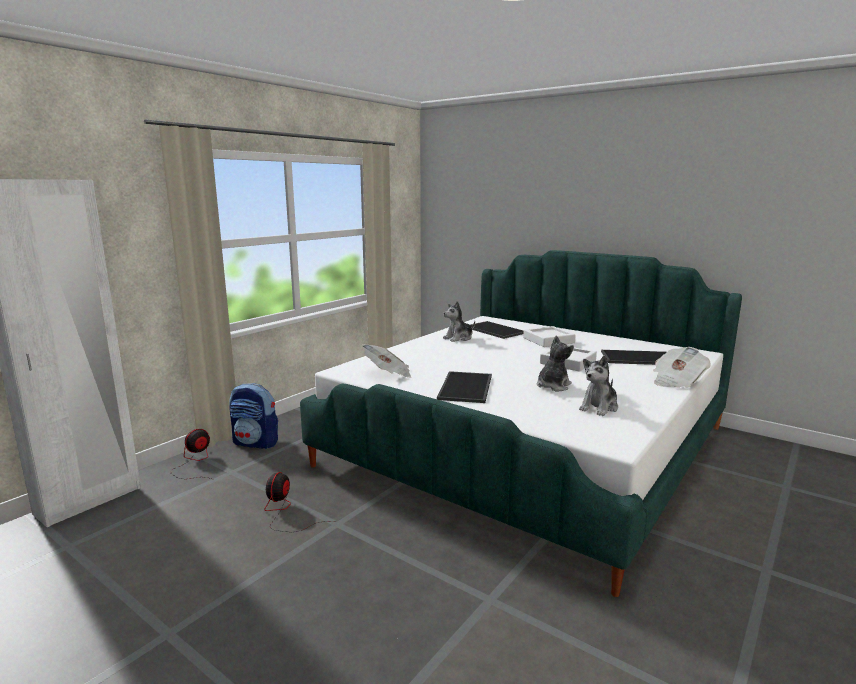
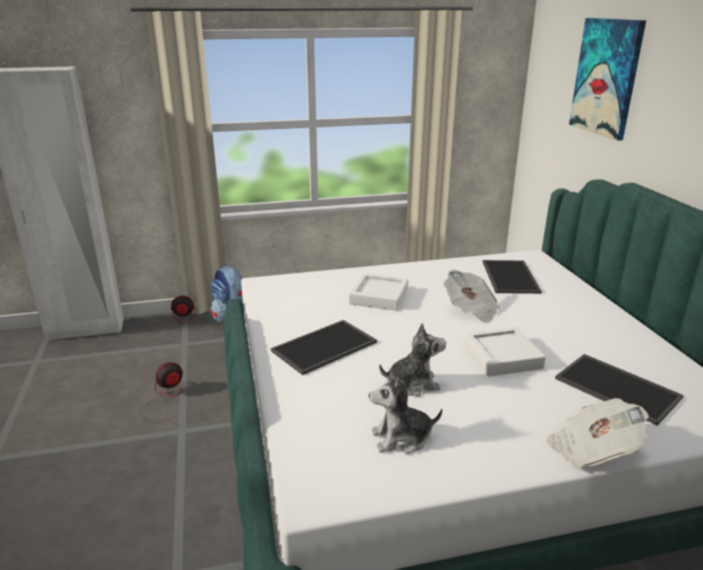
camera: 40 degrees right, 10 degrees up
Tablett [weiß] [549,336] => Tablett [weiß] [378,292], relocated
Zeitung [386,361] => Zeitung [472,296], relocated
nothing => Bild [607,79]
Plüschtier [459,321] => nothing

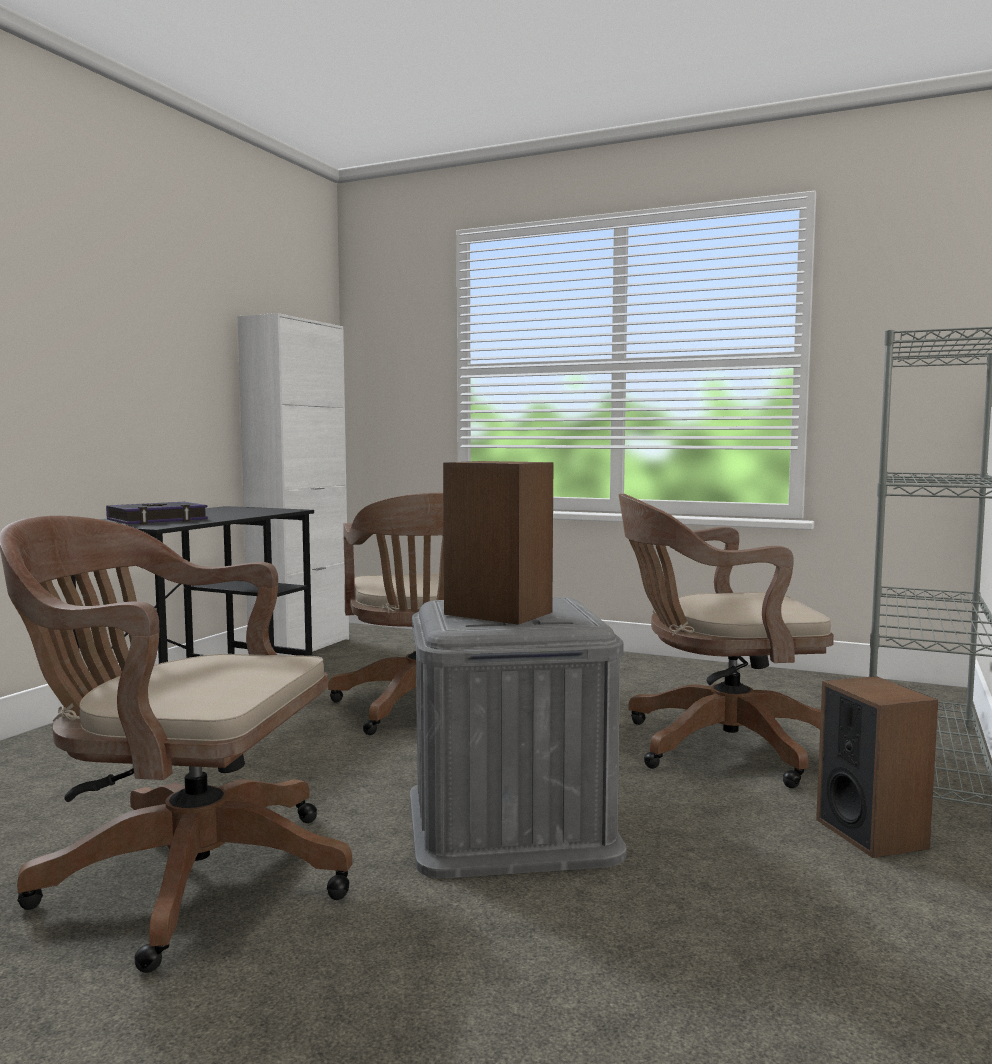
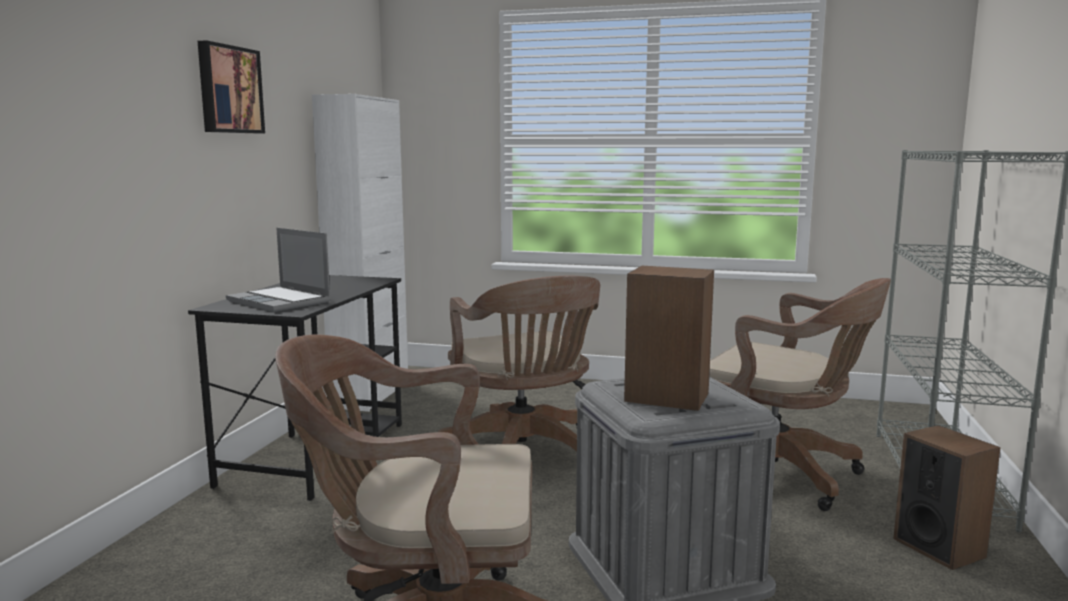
camera: 10 degrees left, 5 degrees up
nothing => Bild [231,86]
Buch [157,513] => Laptop [278,270]
Bürostuhl [braun] [726,641] => Bürostuhl [braun] [800,394], 135 degrees counterclockwise

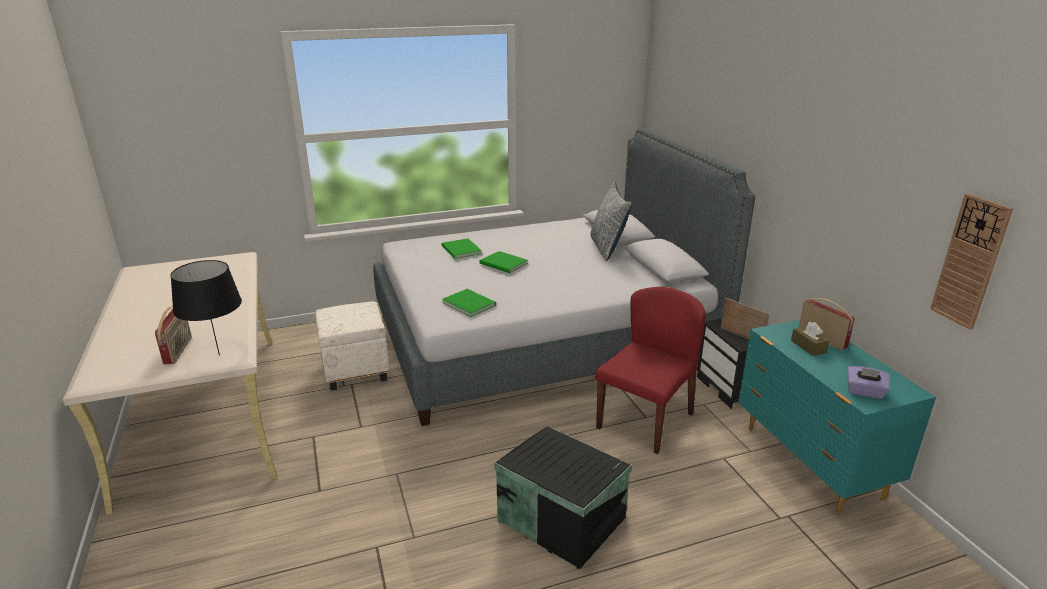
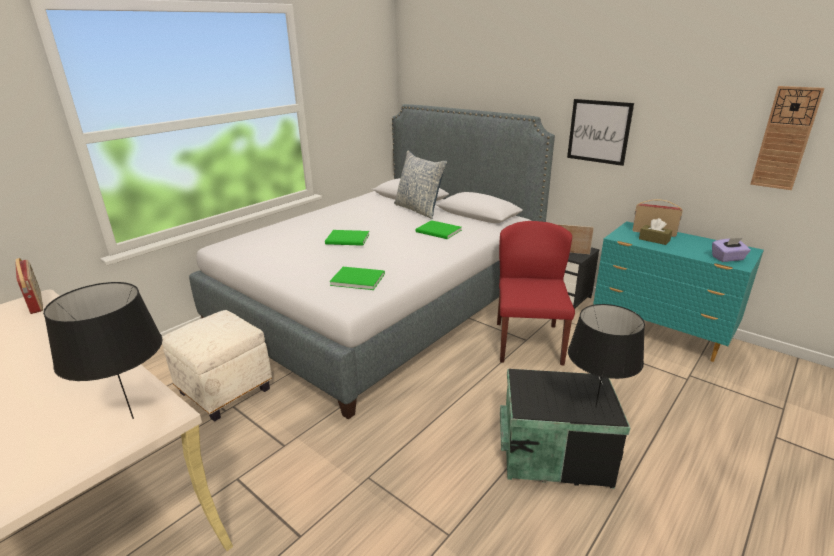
camera: 30 degrees left, 0 degrees up
Radio [173,335] => Radio [29,286], relocated
Buch [grün] [462,248] => Buch [grün] [439,229], relocated
nothing => Bild [600,132]
nothing => Tischlampe [schwarz] [606,356]

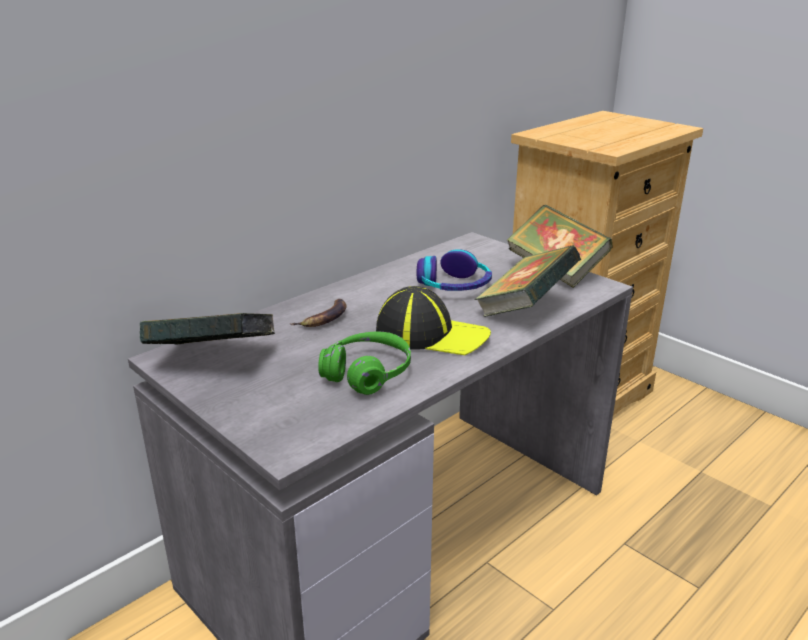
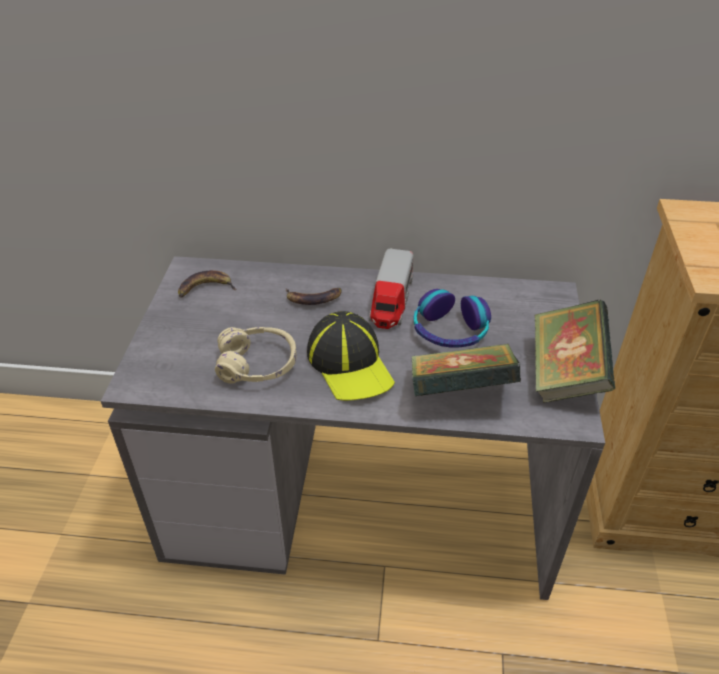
camera: 50 degrees right, 15 degrees up
Buch [207,329] => Banane [207,283]
Kopfhörer [grün] [364,363] => Kopfhörer [beige] [256,355]
nothing => Spielzeuglaster [391,289]

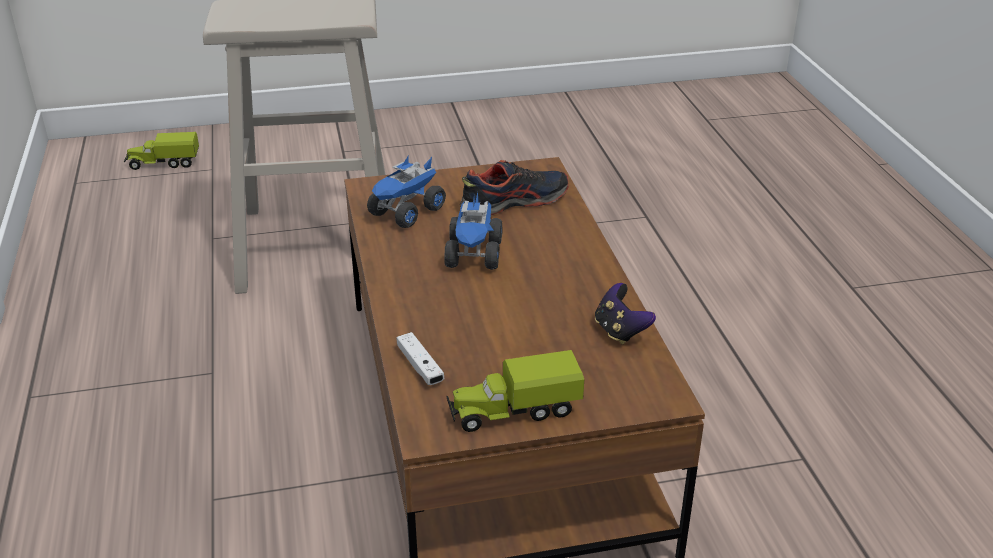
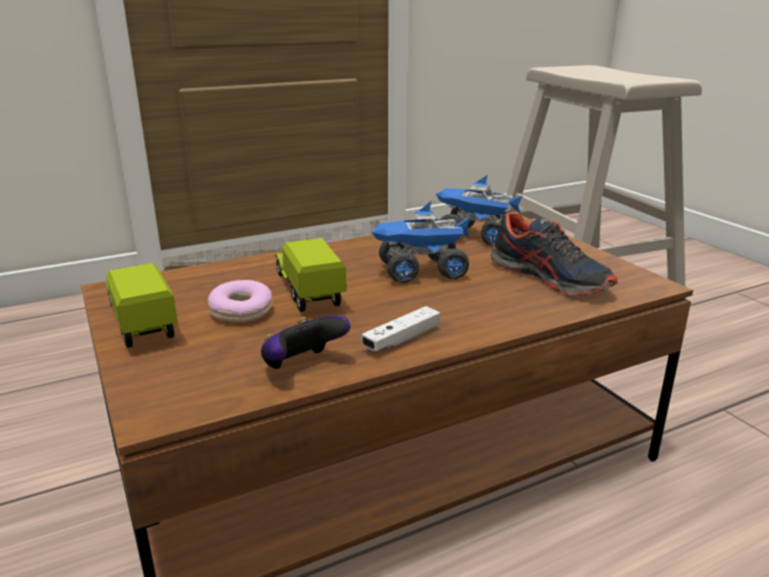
camera: 75 degrees right, 10 degrees down
nothing => Donut [240,301]
Spielzeuglaster [161,151] => Spielzeuglaster [311,275], relocated
Gamepad [weiß] [421,358] => Gamepad [weiß] [401,328], relocated

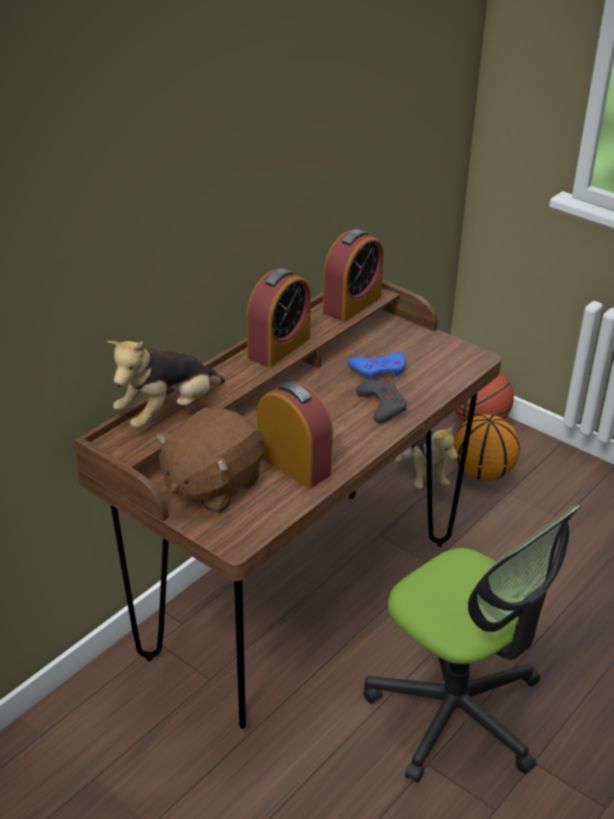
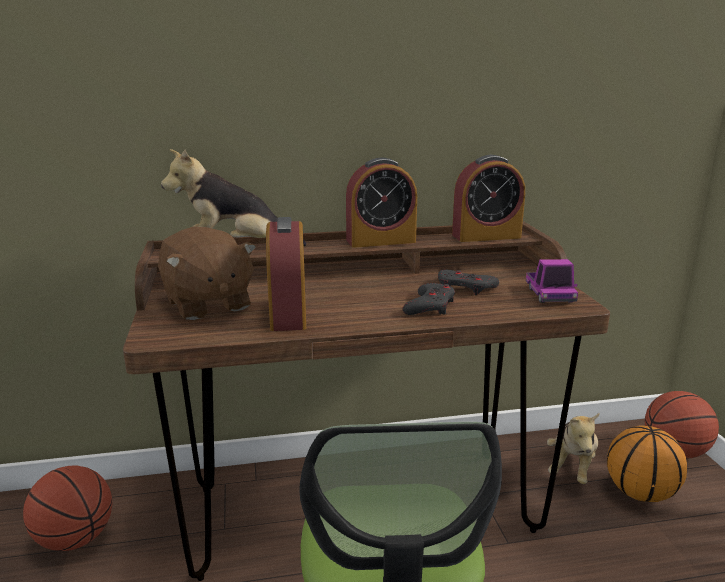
camera: 40 degrees right, 15 degrees down
nothing => Basketball [67,508]
Plüschtier [braun] [210,460] => Plüschtier [braun] [207,273], 105 degrees counterclockwise
Gamepad [blau] [377,366] => Gamepad [grau] [468,282]
nothing => Spielzeuglaster [552,281]

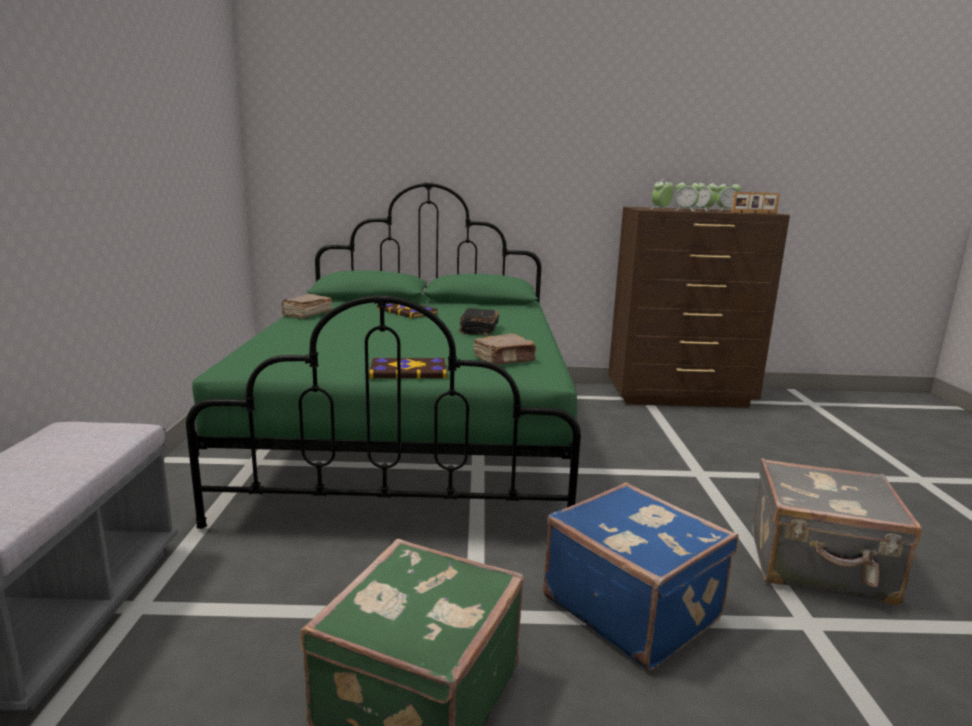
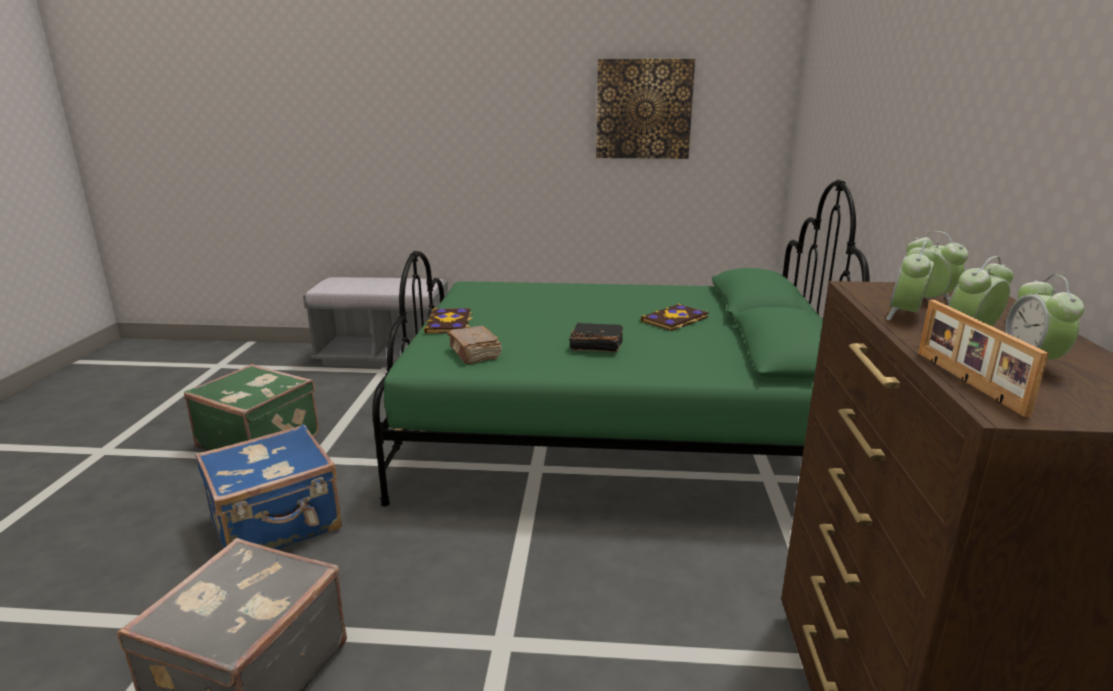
camera: 95 degrees right, 5 degrees up
nothing => Bild [645,109]
Buch [braun] [307,306] => nothing

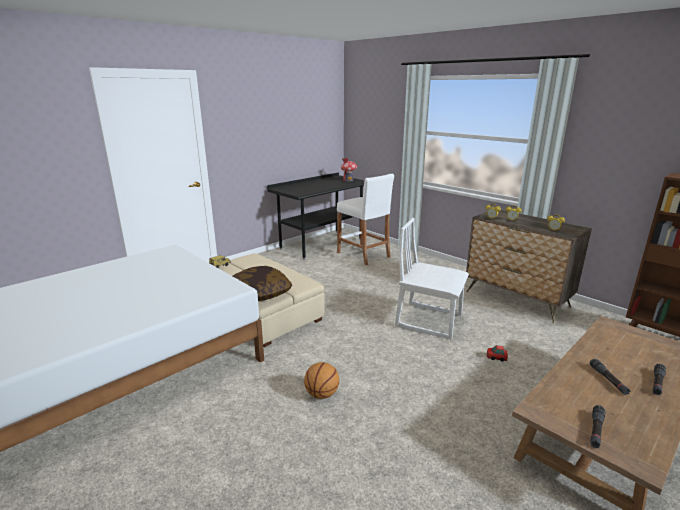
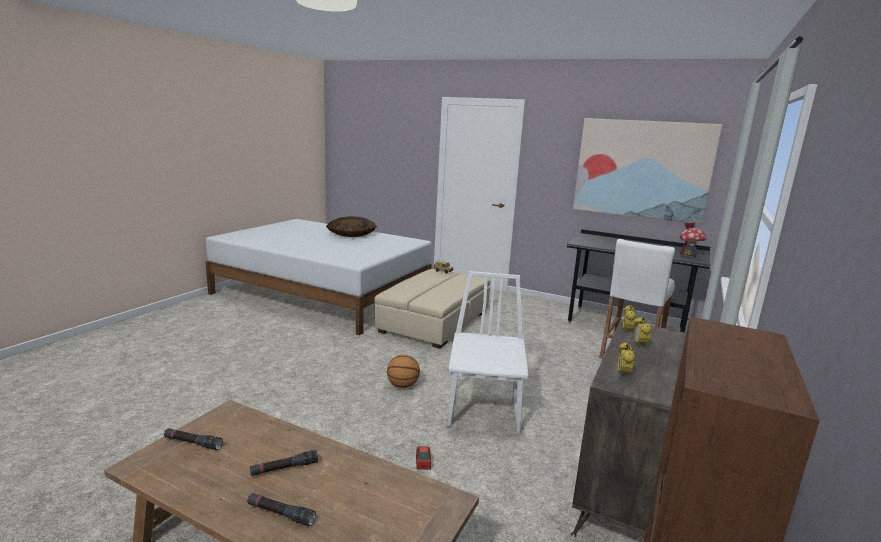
camera: 70 degrees right, 5 degrees down
Kissen [262,283] => Kissen [351,226], relocated
Basketball [321,380] => Basketball [403,371], relocated
nothing => Bild [647,171]

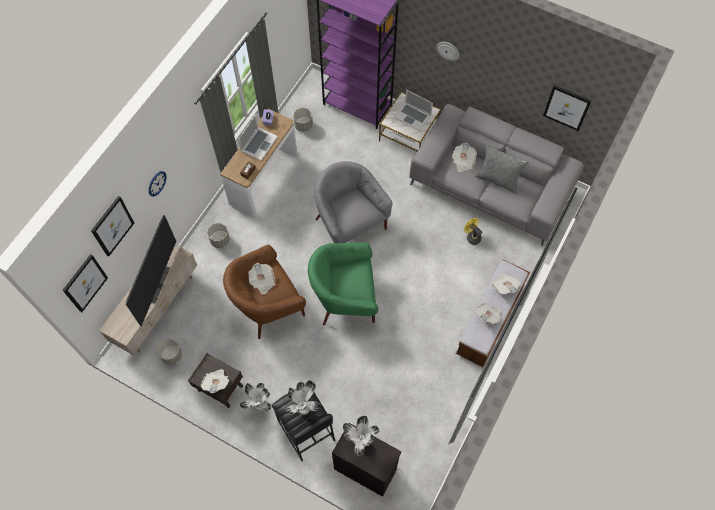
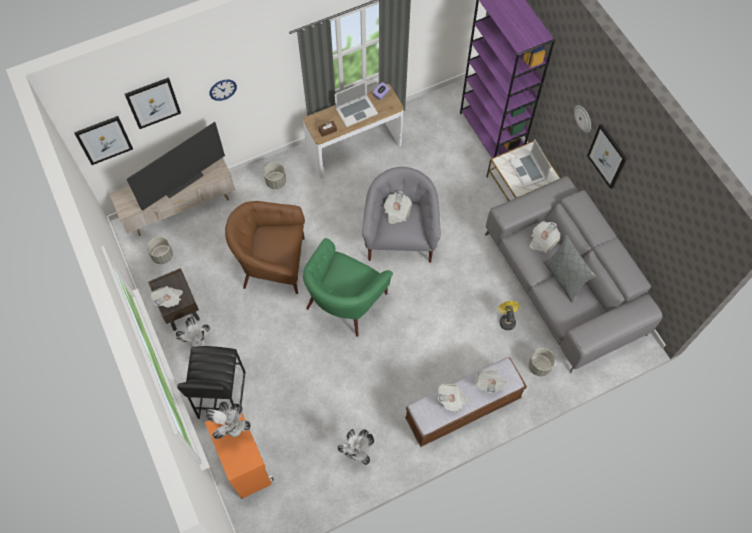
camera: 35 degrees right, 0 degrees up
Schrank [schwarz] [366,460] => Schrank [orange] [239,456]
Sessel [grün] [343,283] => Sessel [grün] [348,287], 90 degrees counterclockwise
Topfpflanze [303,398] => Topfpflanze [356,447], relocated
Zeitung [262,279] => Zeitung [398,207], relocated
Pflanzkübel [grau] [303,120] => Pflanzkübel [grau] [541,362], relocated
Bild [567,108] => Bild [607,156], relocated

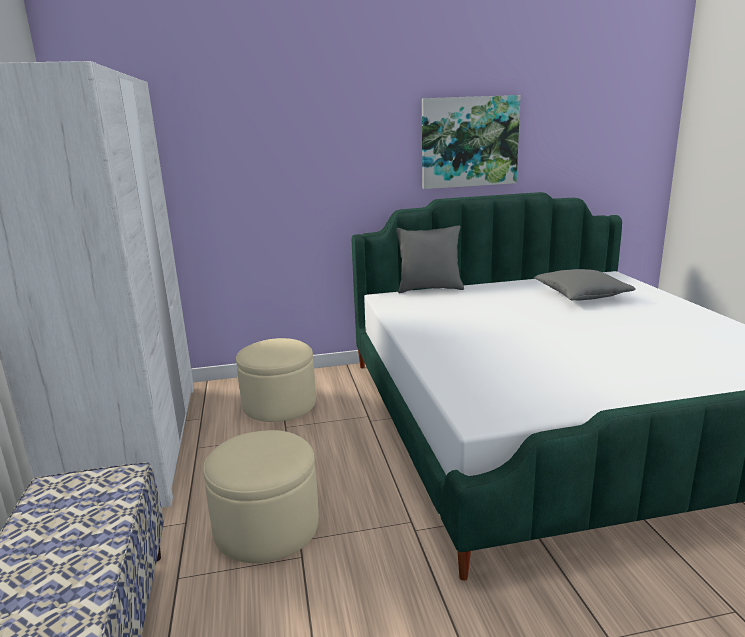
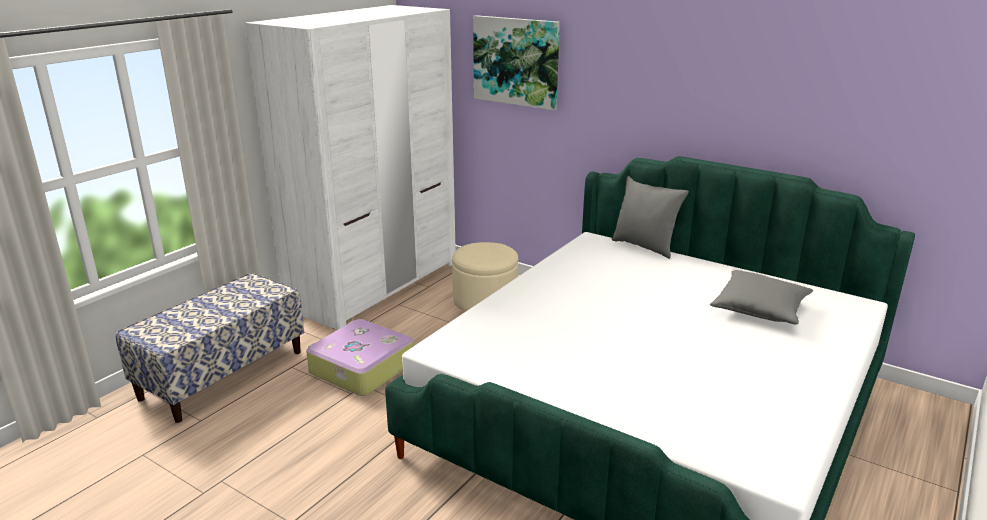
camera: 45 degrees right, 5 degrees up
Polsterhocker [beige] [261,496] => Koffer [360,357]
Bild [471,142] => Bild [516,62], relocated

